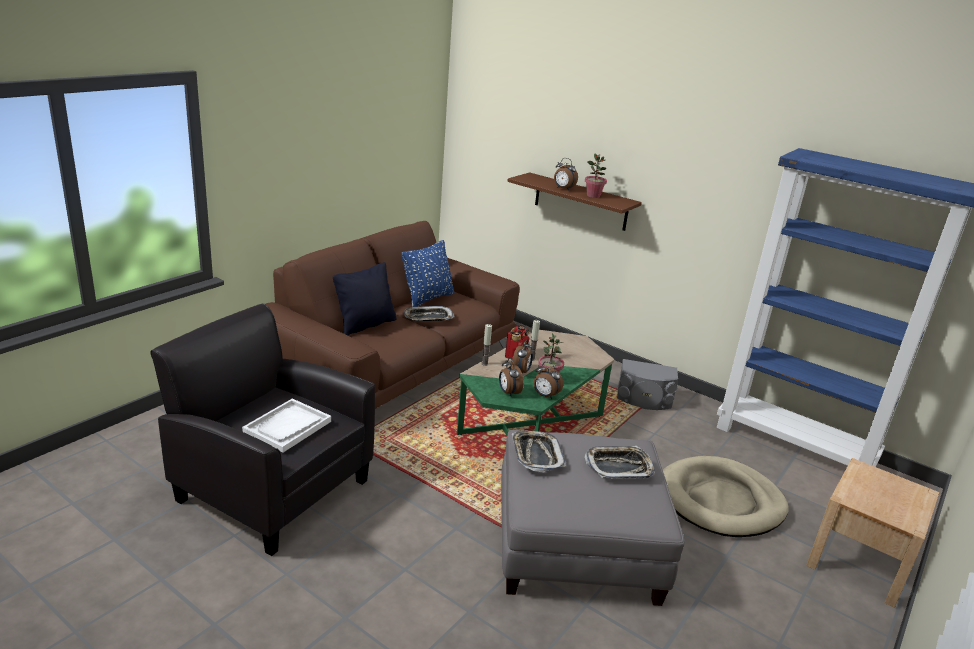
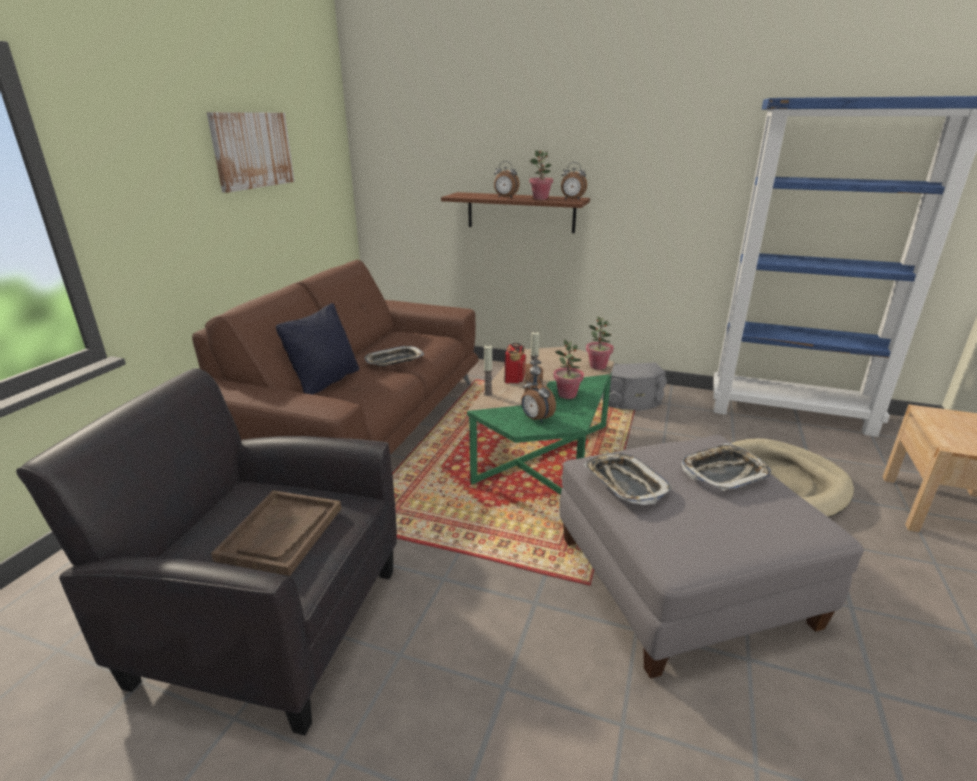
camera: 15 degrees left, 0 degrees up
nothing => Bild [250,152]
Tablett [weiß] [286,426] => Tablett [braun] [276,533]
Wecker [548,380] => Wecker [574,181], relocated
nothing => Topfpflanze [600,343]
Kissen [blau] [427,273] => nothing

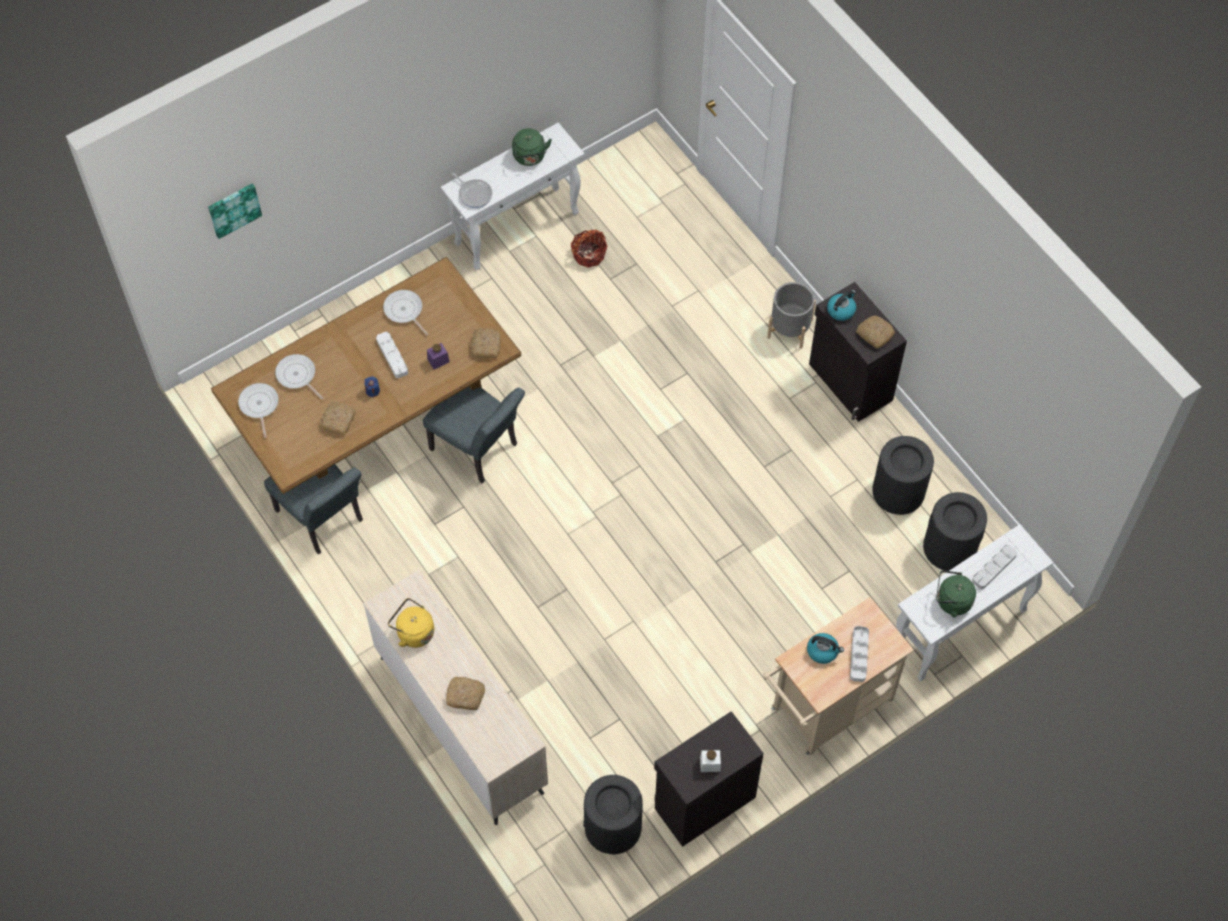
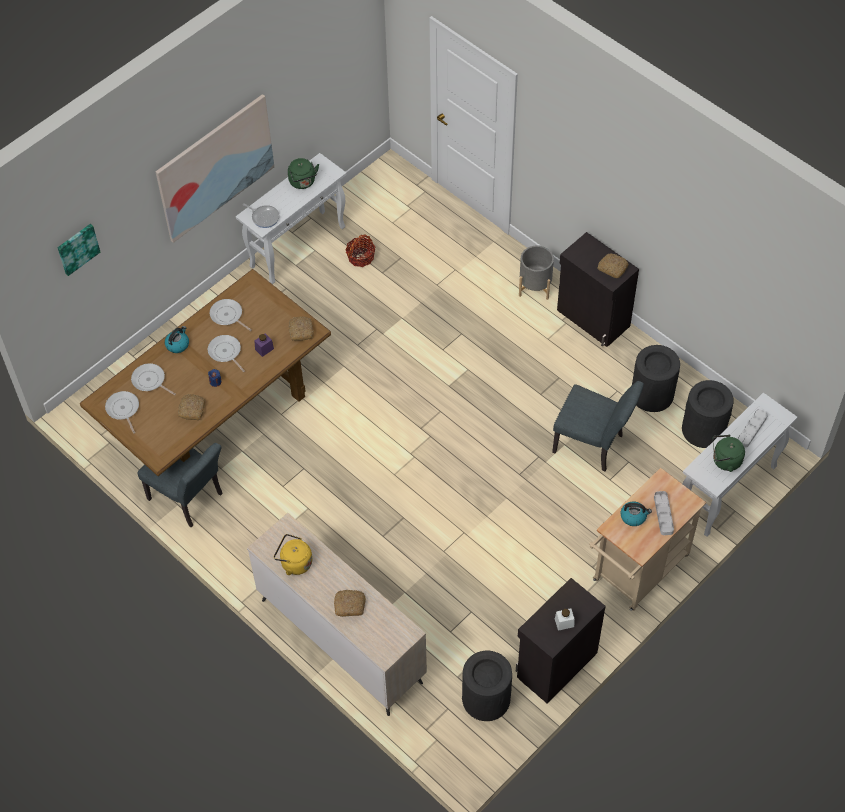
camera: 10 degrees left, 5 degrees down
nothing => Bild [215,168]
Wasserkessel [841,305] => Wasserkessel [177,339], relocated
Tablett [grau] [392,355] => Pfanne [226,353]
Stuhl [grau] [474,435] => Stuhl [grau] [598,426], relocated

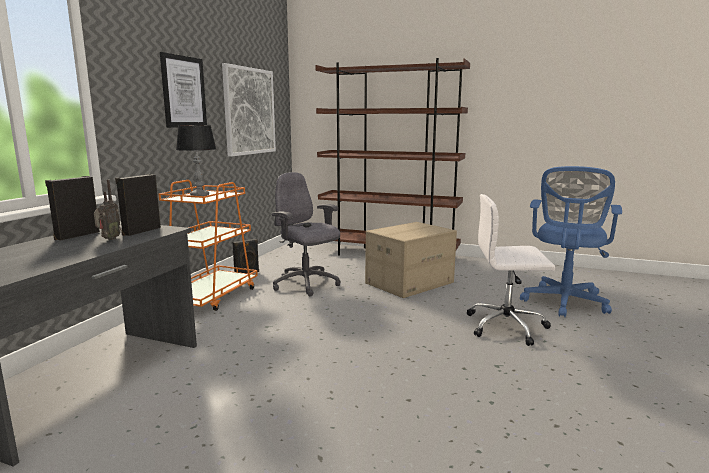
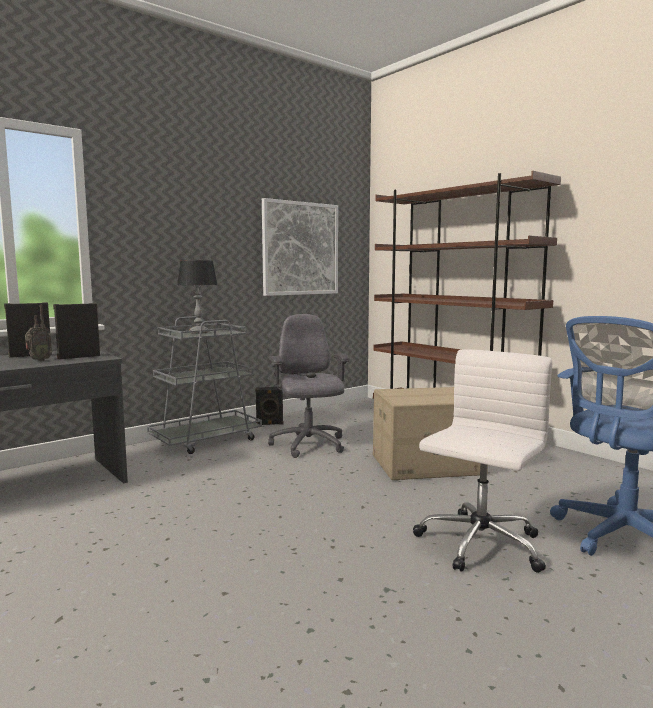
camera: 30 degrees right, 5 degrees down
Rollwagen [orange] [208,245] => Rollwagen [grau] [204,385]
Bürostuhl [weiß] [511,270] => Bürostuhl [weiß] [483,461], 90 degrees clockwise
Bild [183,90] => nothing

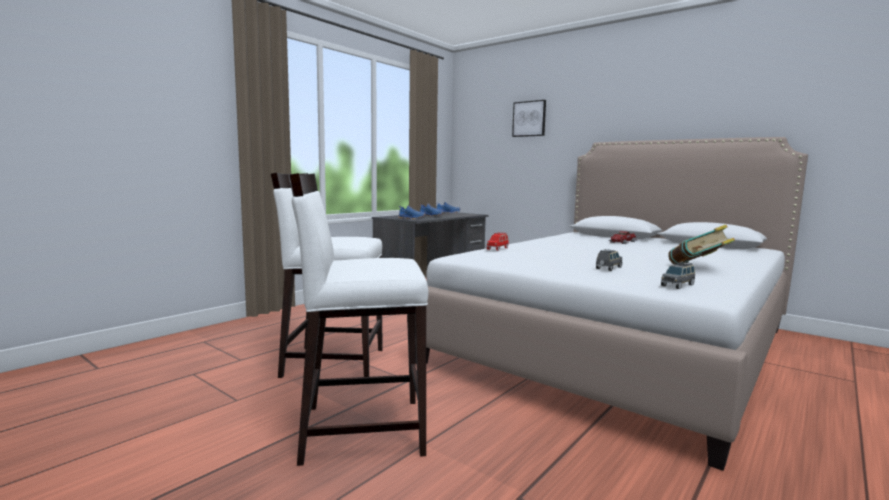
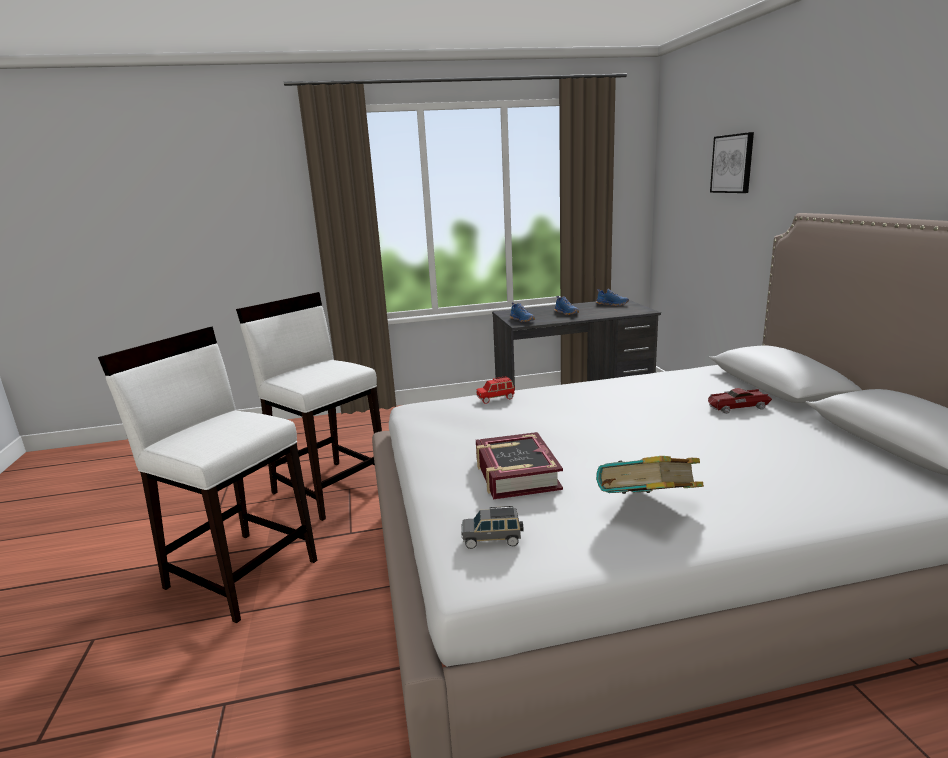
camera: 40 degrees right, 10 degrees up
Spielzeugauto [grau] [609,260] => Buch [519,466]

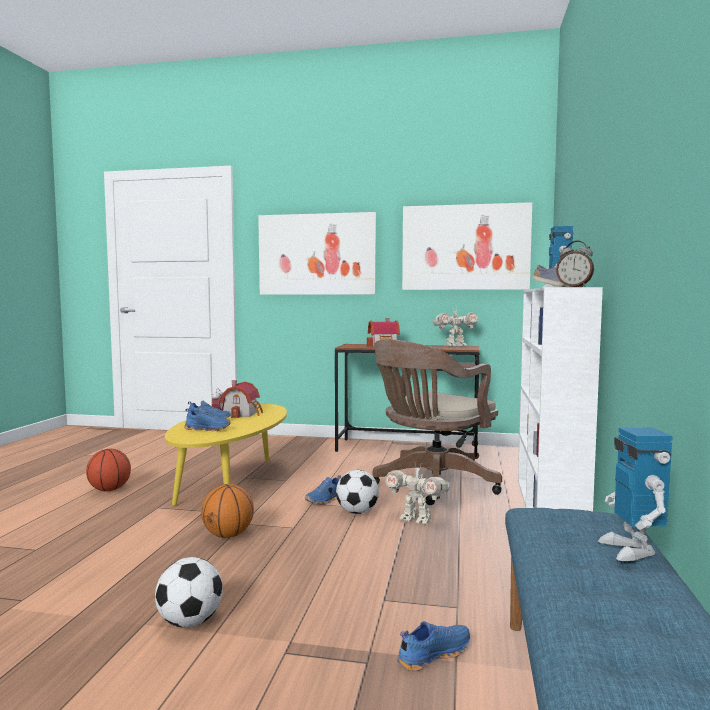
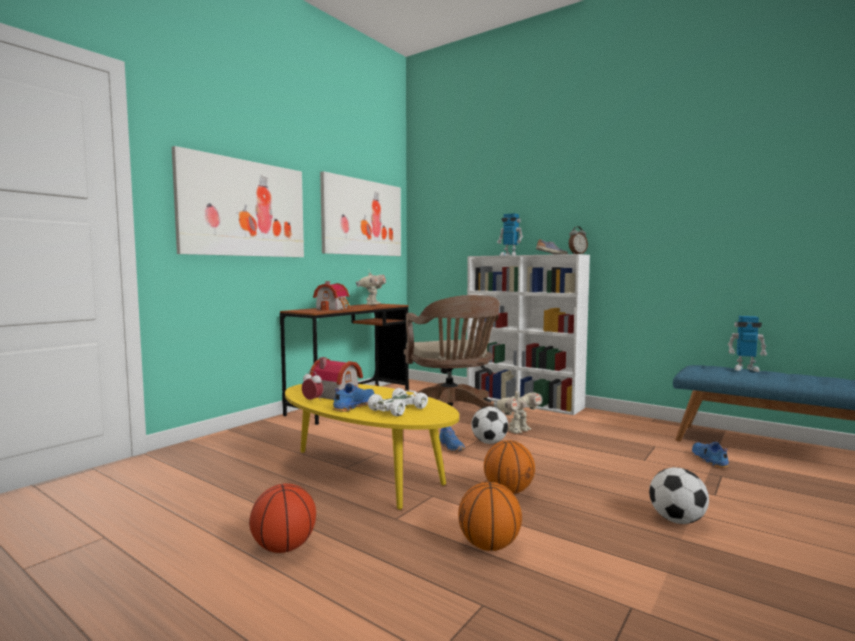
camera: 65 degrees left, 0 degrees up
Schuh [blau] [207,419] => Spielzeugauto [weiß] [398,402]
nothing => Basketball [490,516]

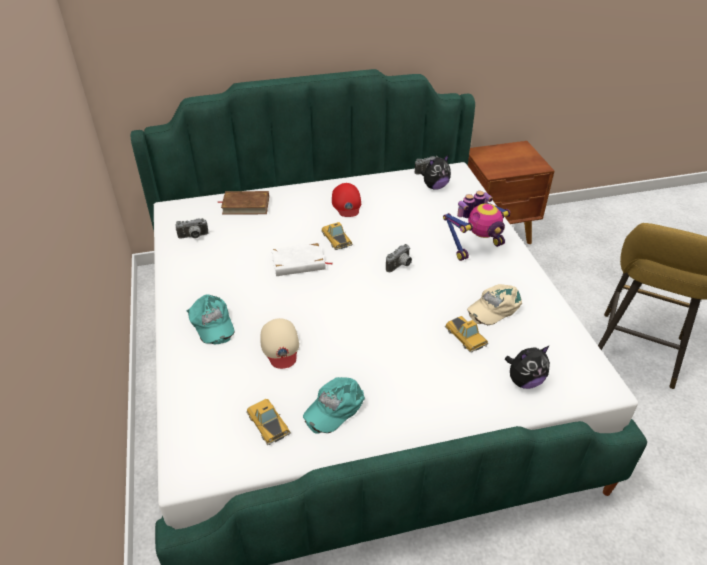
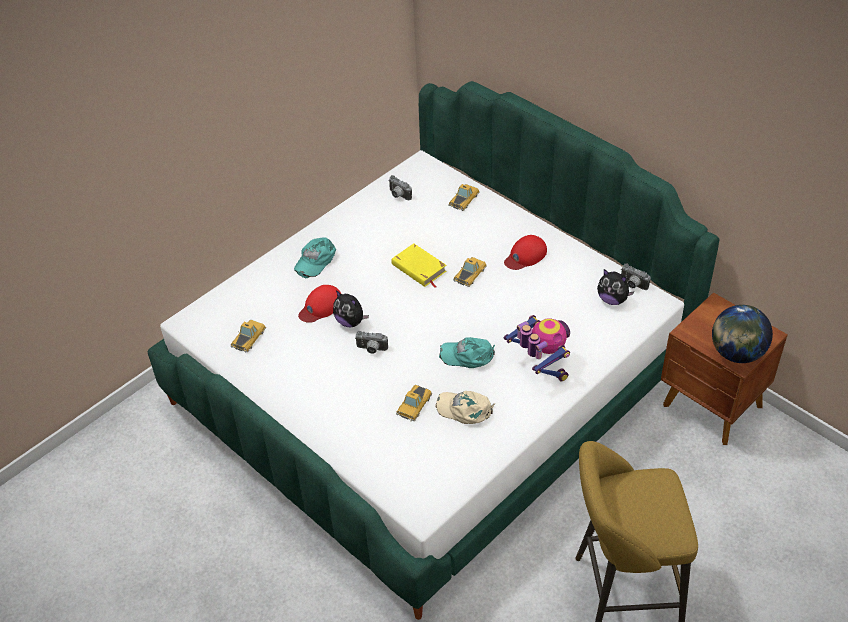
camera: 60 degrees right, 5 degrees up
Kappe [beige] [279,343] => Kappe [rot] [319,304]
Plüschtier [527,367] => Plüschtier [351,308], relocated
Kamera [399,258] => Kamera [371,342], relocated
Buch [weiß] [301,259] => Buch [gelb] [418,265]
Kappe [türkis] [334,405] => Kappe [türkis] [467,352], relocated
Buch [braun] [243,203] => Spielzeugauto [463,197]
Spielzeugroboter [476,226] => Spielzeugroboter [537,348], 150 degrees counterclockwise
nothing => Globus [742,334]

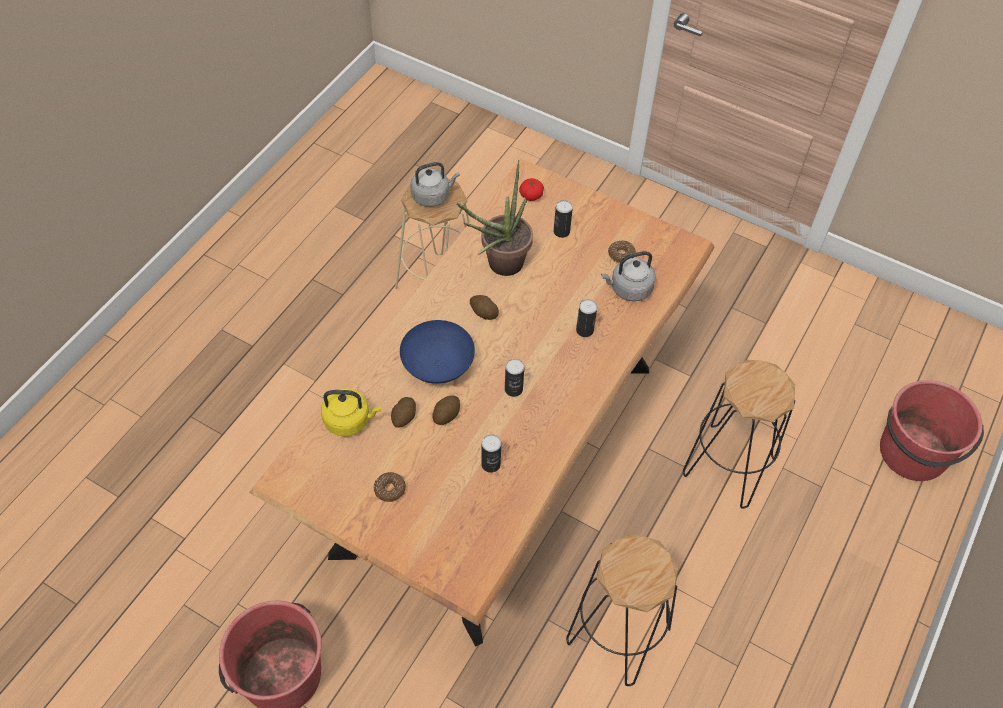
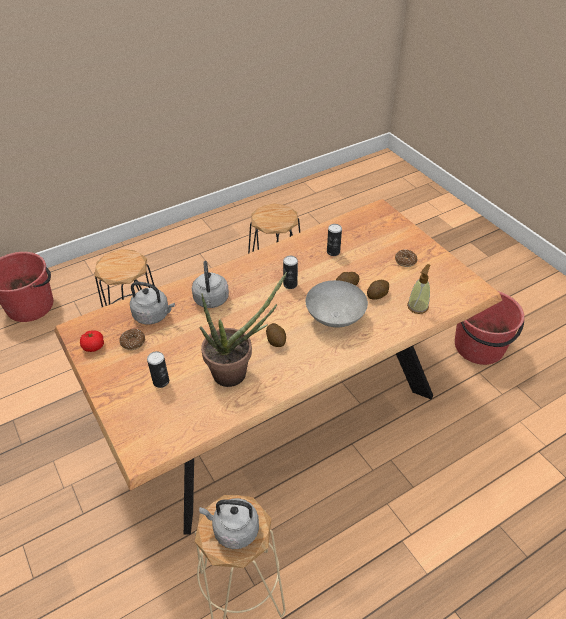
camera: 150 degrees left, 10 degrees down
Tomate [531,189] => Tomate [92,341], relocated
Dose [586,318] => Wasserkessel [grau] [210,284]
Schüssel [blau] [437,352] => Schüssel [grau] [337,303]
Wasserkessel [gelb] [351,412] => Seifenspender [418,289]

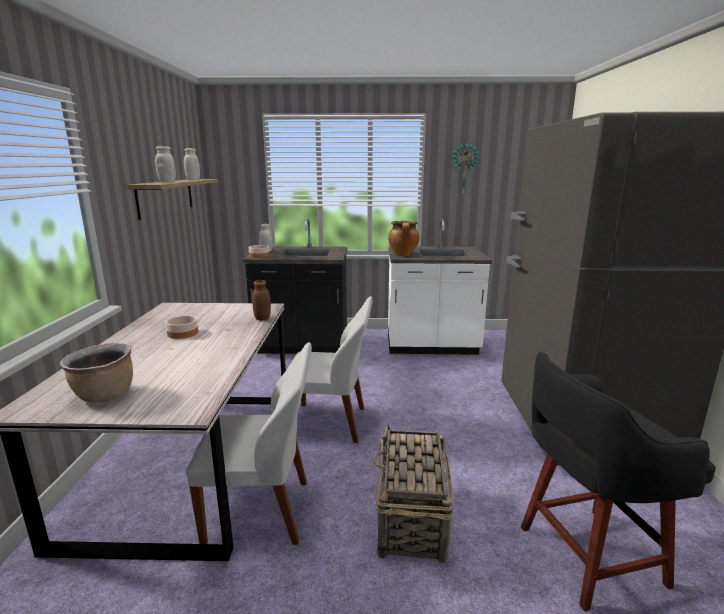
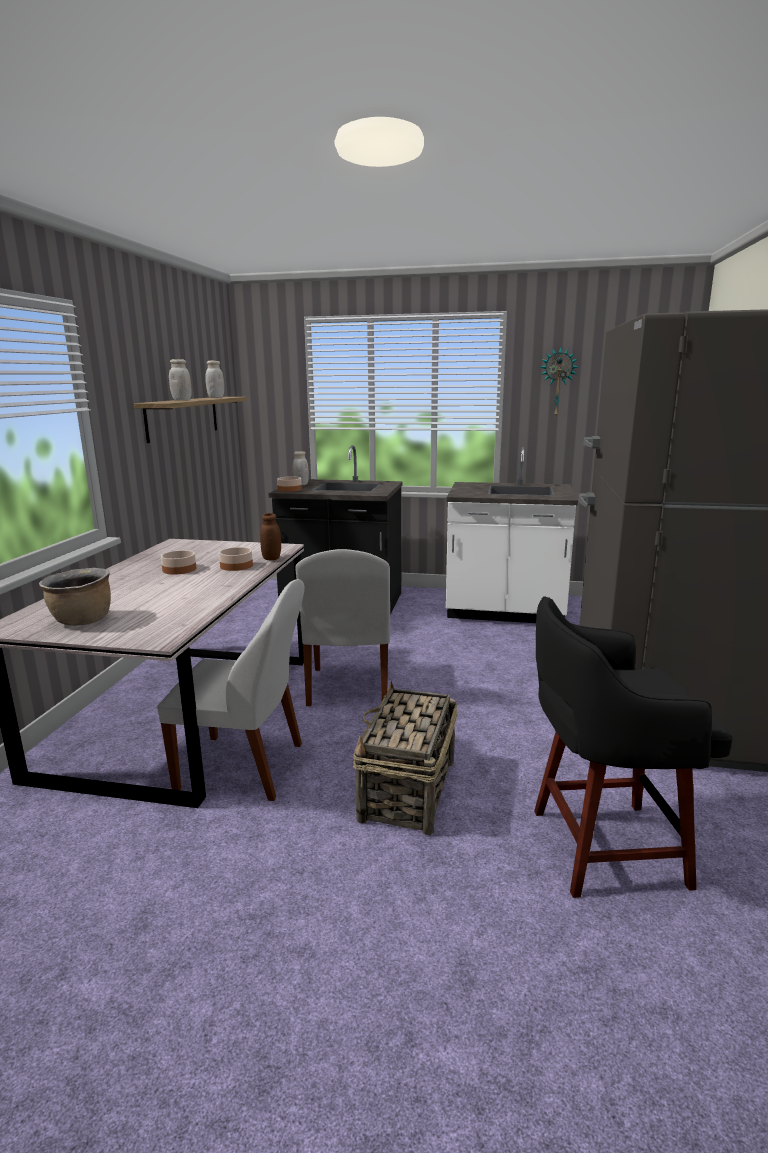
camera: 10 degrees right, 0 degrees up
nothing => Schüssel [236,559]
Stuhl [weiß] [330,369] => Stuhl [weiß] [342,627], 75 degrees clockwise
Kochtopf [403,238] => nothing

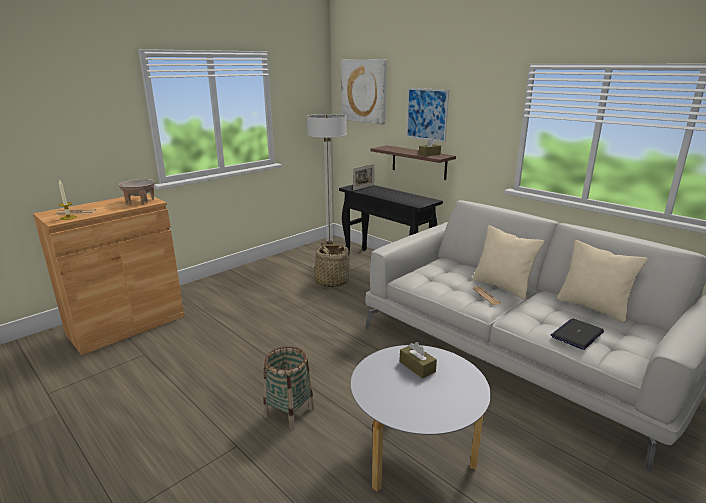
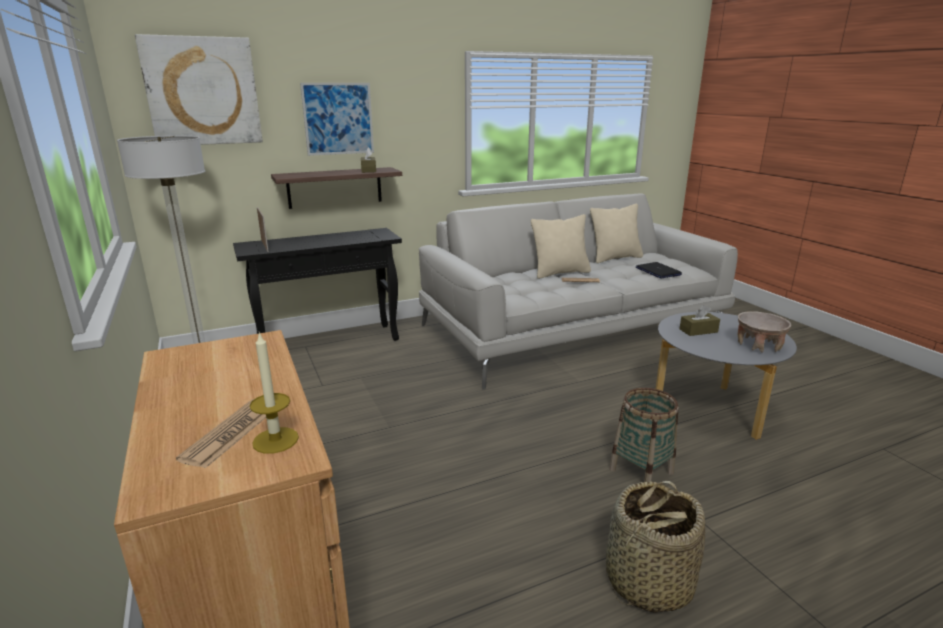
camera: 70 degrees left, 0 degrees up
Korb [331,265] => Korb [655,547], relocated
Schüssel [beige] [136,192] => Schüssel [beige] [764,332], relocated

